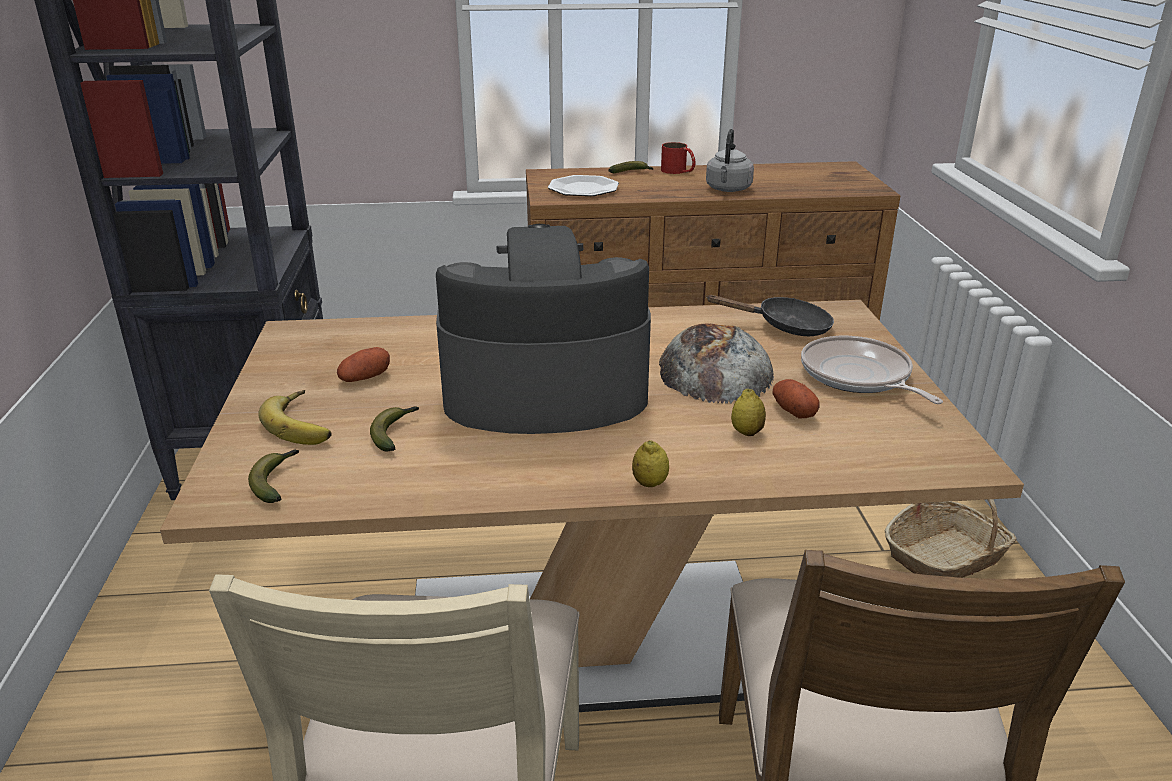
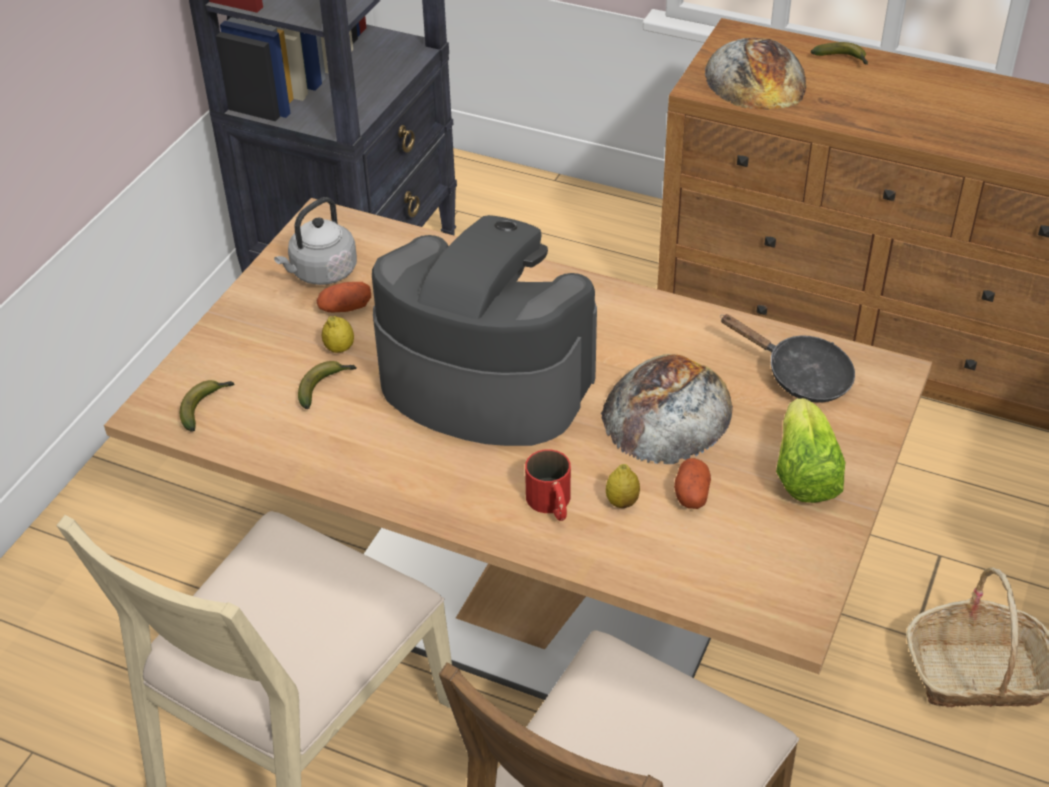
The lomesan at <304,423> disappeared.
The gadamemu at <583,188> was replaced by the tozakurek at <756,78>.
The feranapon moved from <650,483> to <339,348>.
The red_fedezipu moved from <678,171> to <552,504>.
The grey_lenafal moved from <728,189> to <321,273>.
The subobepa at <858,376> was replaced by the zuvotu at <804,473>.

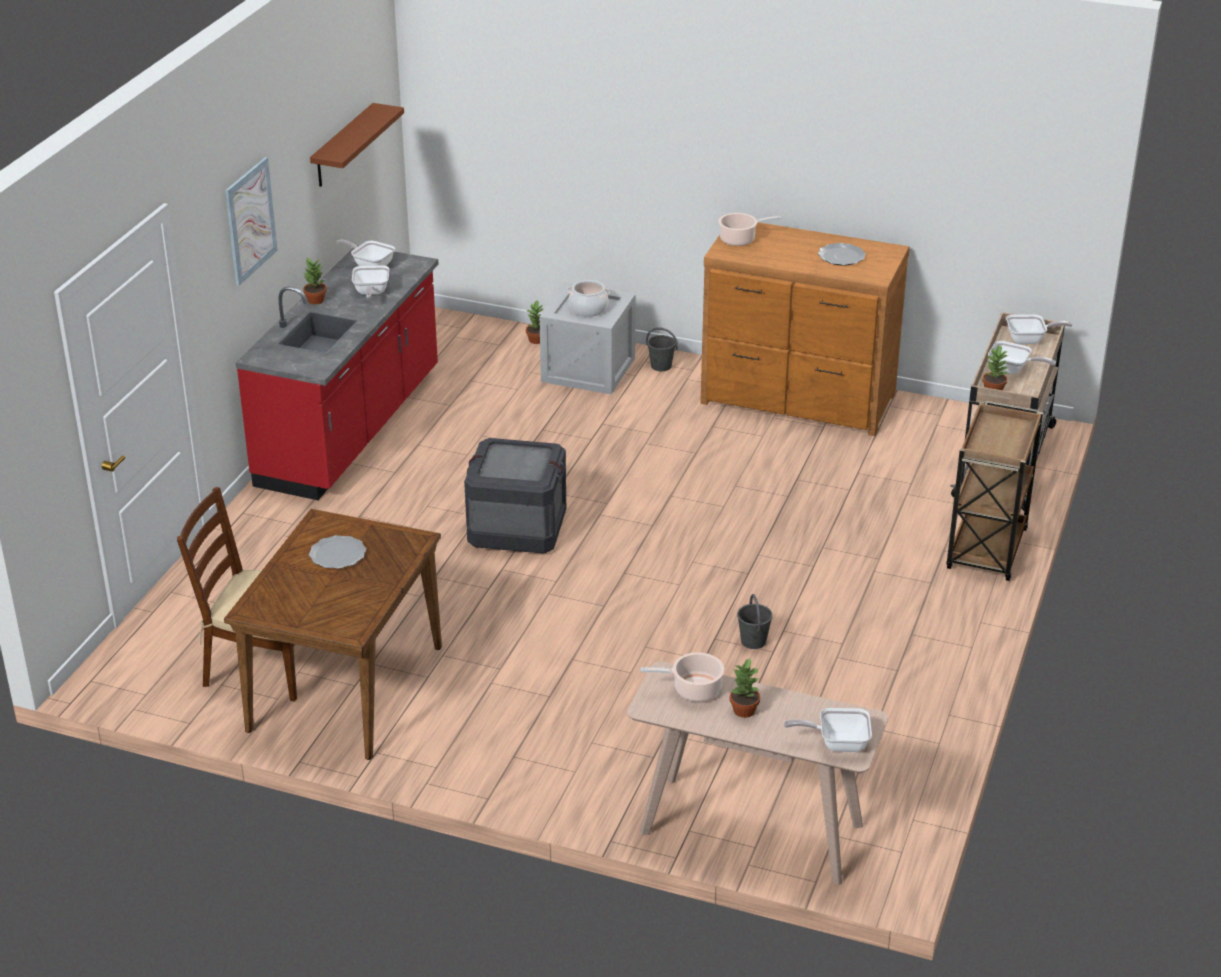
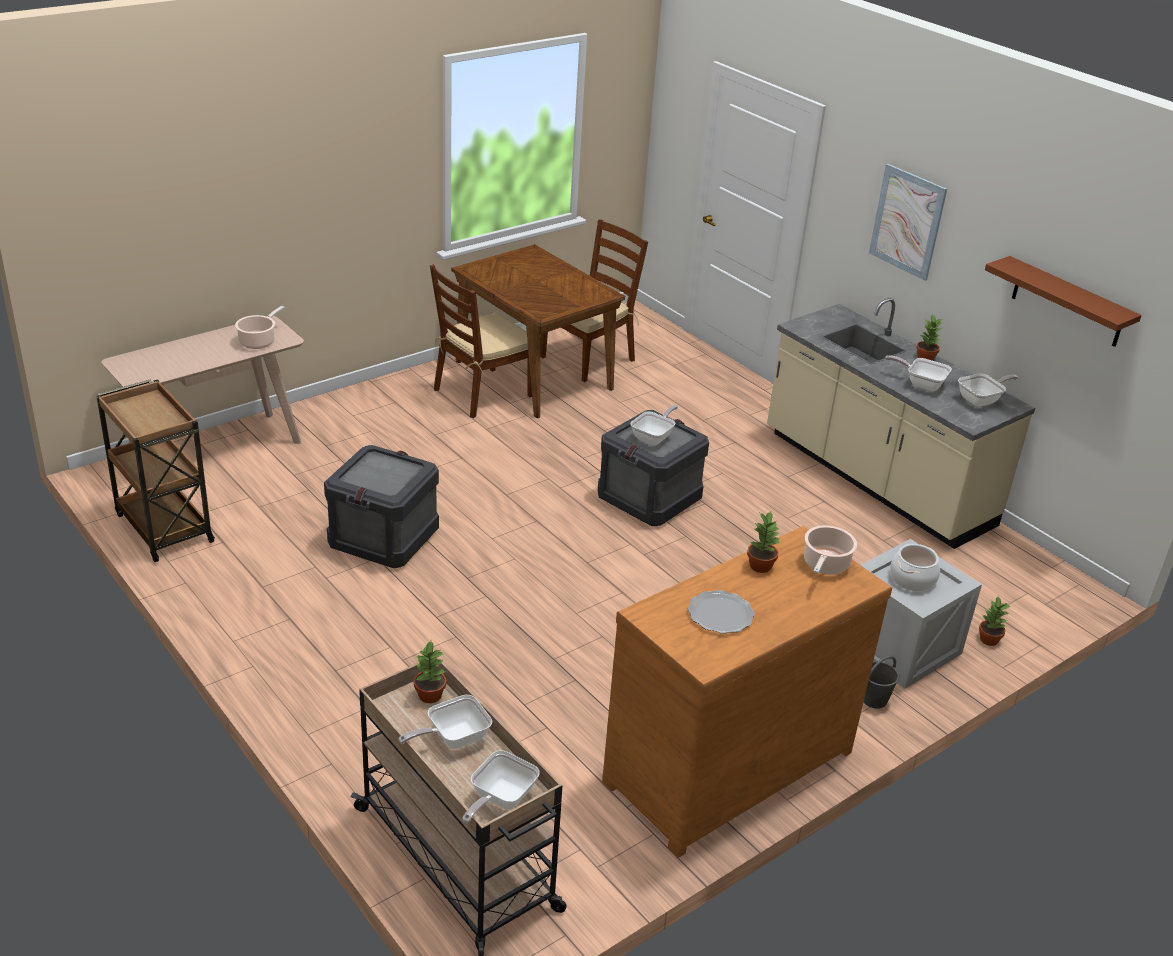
The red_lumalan at <351,429> became the beige_lumalan at <875,480>.
The gadamemu at <338,554> disappeared.
The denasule moved from <743,711> to <760,565>.
The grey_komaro at <753,641> was replaced by the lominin at <382,538>.
The subobepa moved from <837,743> to <654,437>.
The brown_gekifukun moved from <986,551> to <163,527>.
The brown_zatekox at <482,393> appeared.

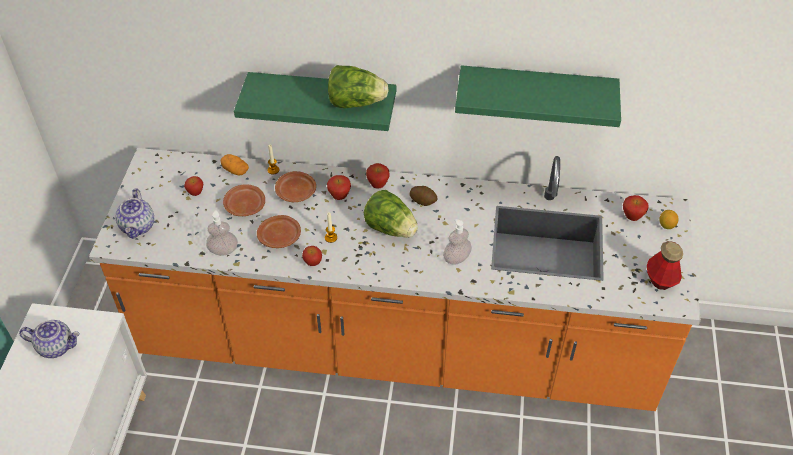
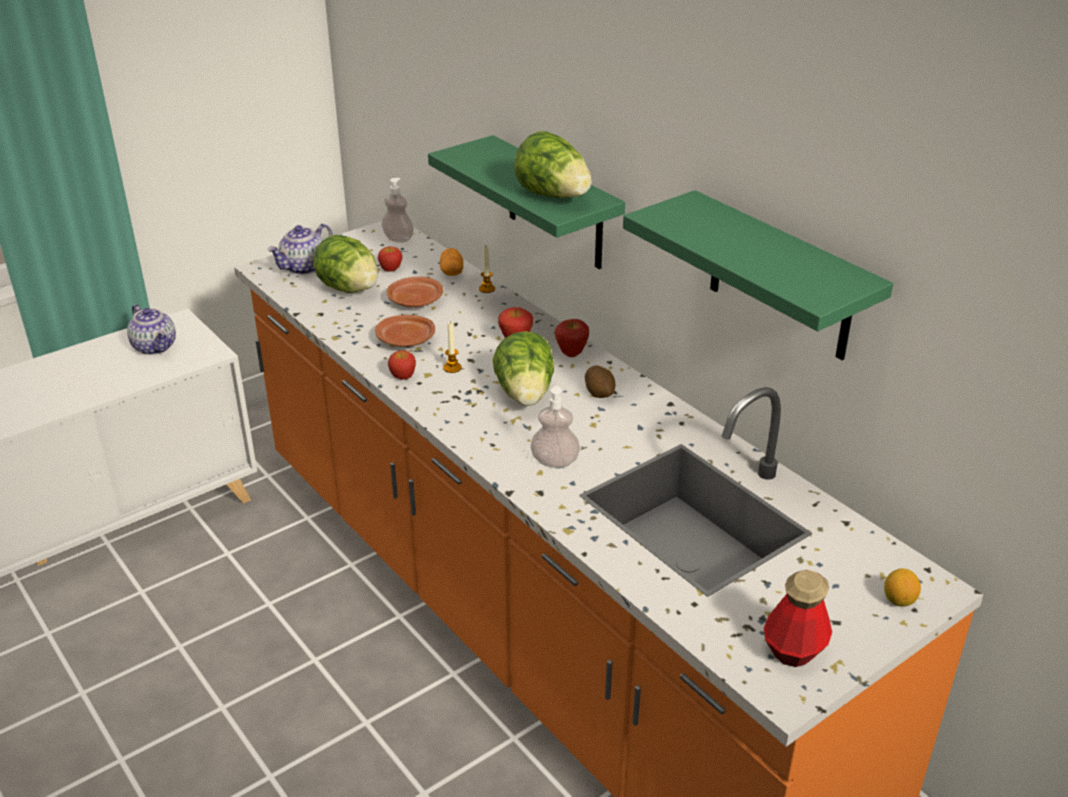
The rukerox moved from <223,250> to <398,239>.
The brown_gadamemu at <296,192> disappeared.
The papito at <632,217> disappeared.
The zuvotu at <349,288> appeared.

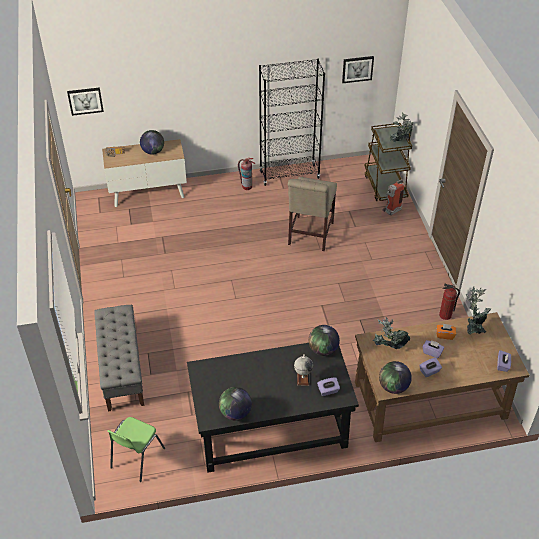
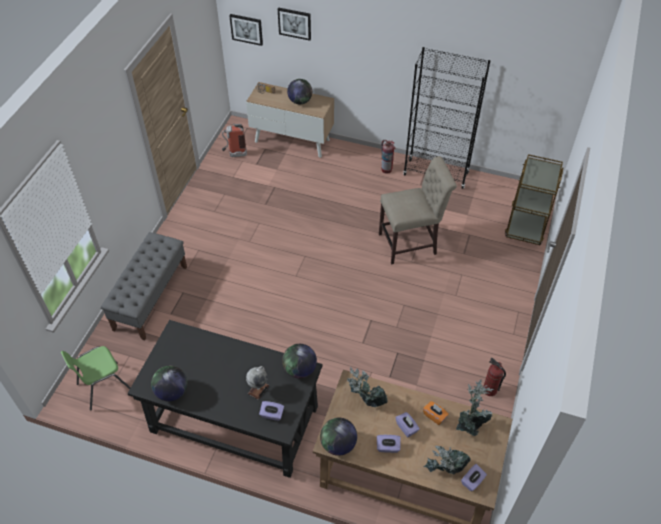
The beige_zatekox at <309,235> turned 150 degrees counterclockwise.
The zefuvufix moved from <357,69> to <294,23>.
The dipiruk moved from <390,212> to <234,154>.
The denasule moved from <400,142> to <444,471>.

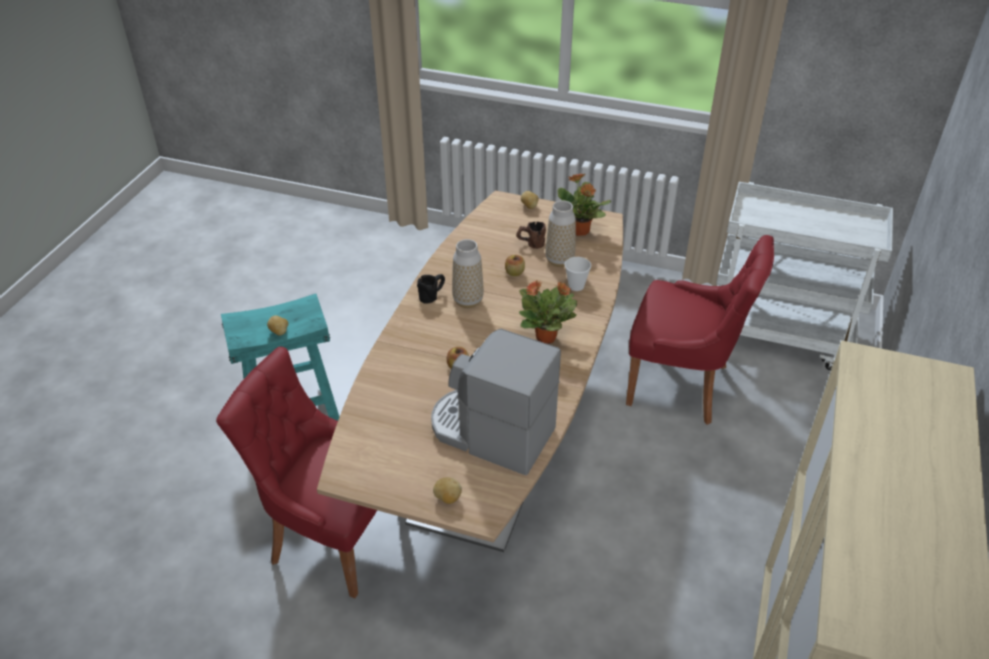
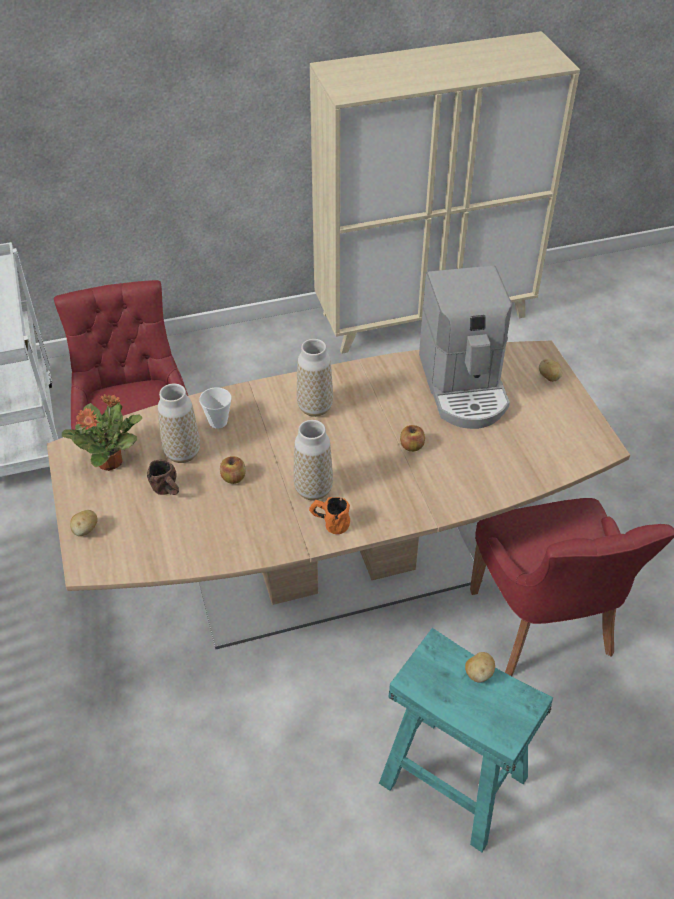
The black_fedezipu at <432,295> became the orange_fedezipu at <329,523>.
The denasule at <547,337> was replaced by the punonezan at <315,407>.

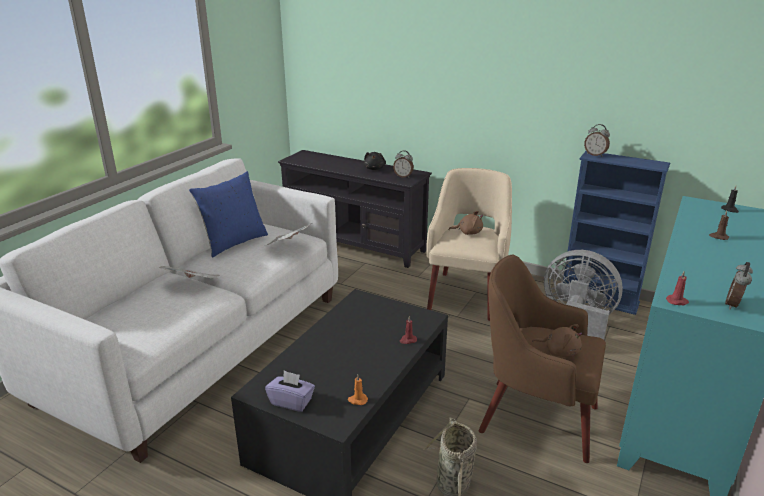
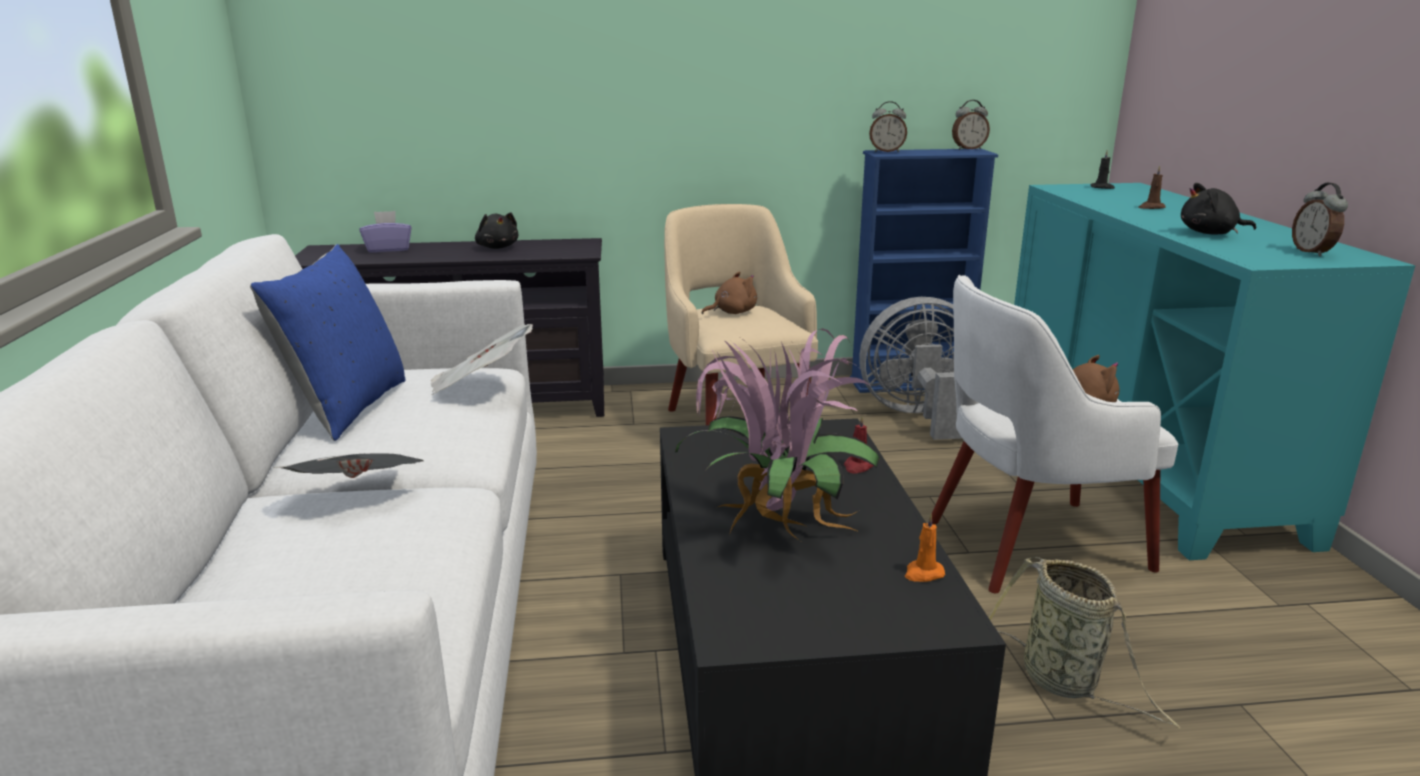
The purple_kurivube moved from <291,401> to <389,249>.
The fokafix moved from <403,176> to <968,149>.
The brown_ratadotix at <534,417> became the white_ratadotix at <1030,545>.
The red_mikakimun at <677,301> disappeared.
The denasule at <774,527> appeared.
The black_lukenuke at <1211,233> appeared.

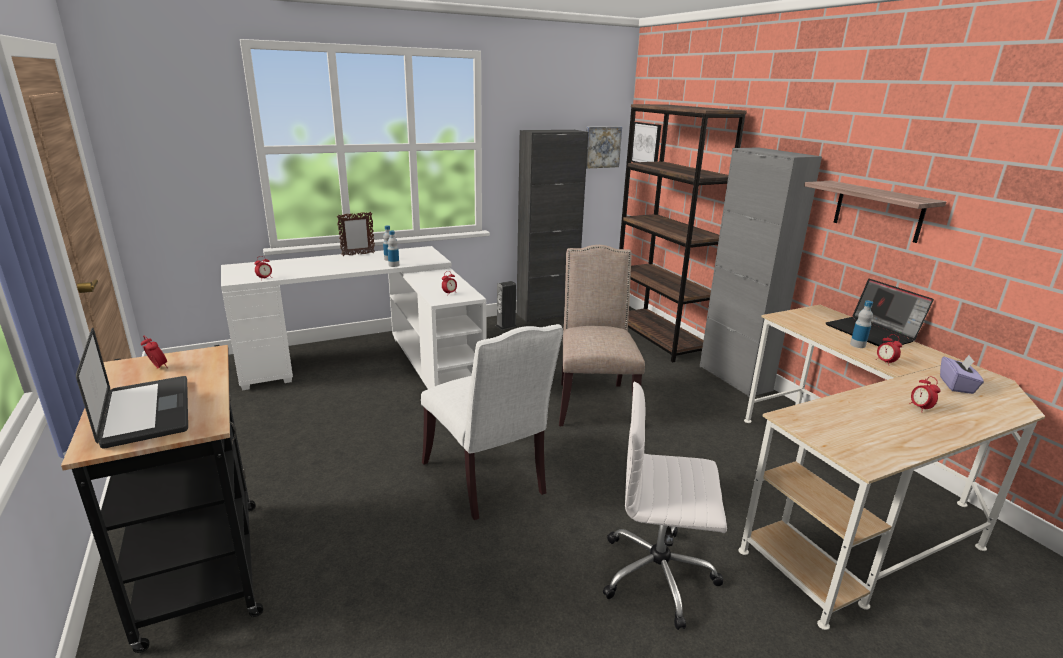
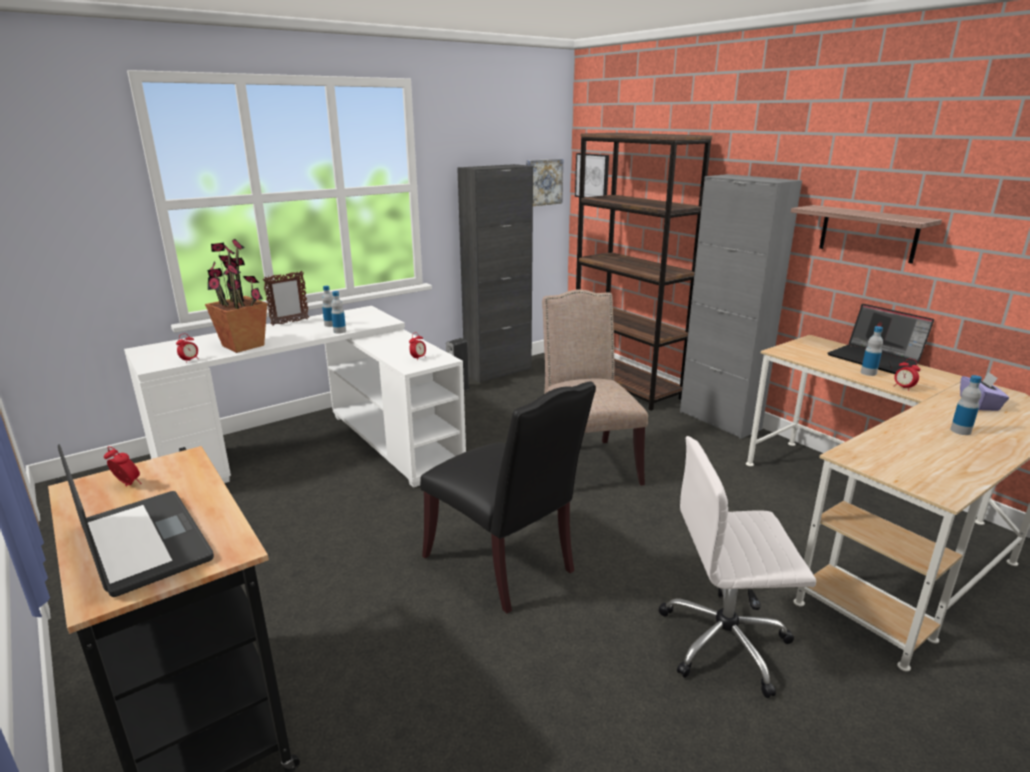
The white_zatekox at <488,479> became the black_zatekox at <505,565>.
The fokafix at <920,408> was replaced by the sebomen at <960,431>.
The denasule at <243,346> appeared.

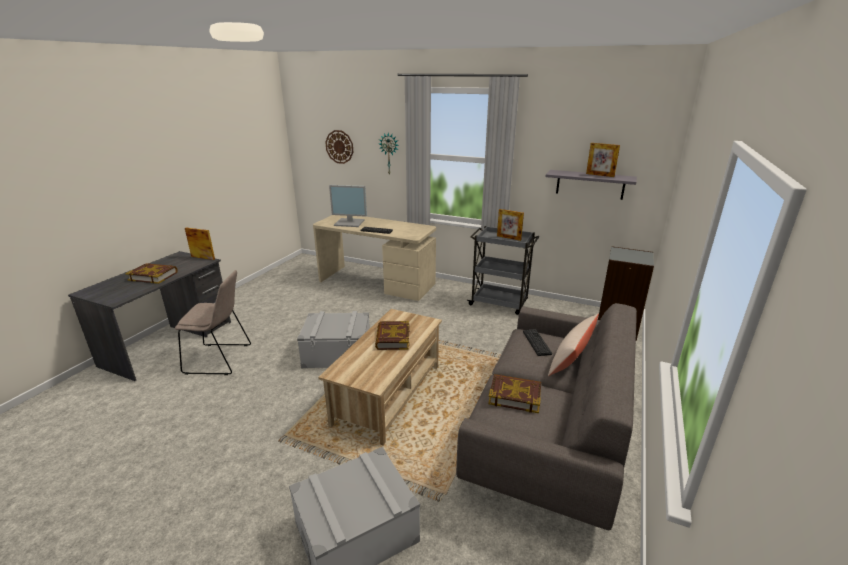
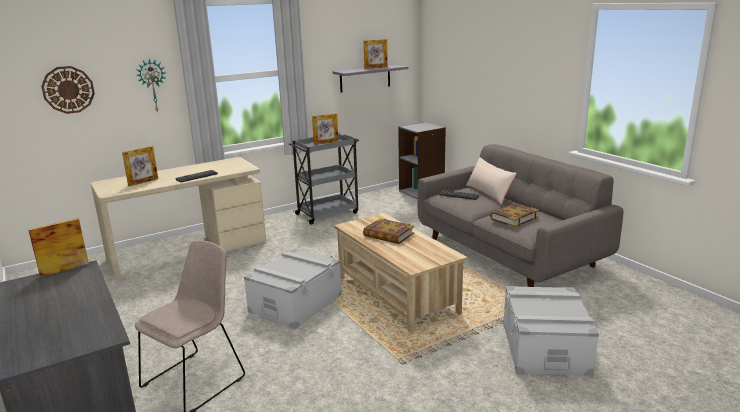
The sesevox at <153,276> disappeared.
The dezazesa at <350,223> was replaced by the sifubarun at <143,182>.

